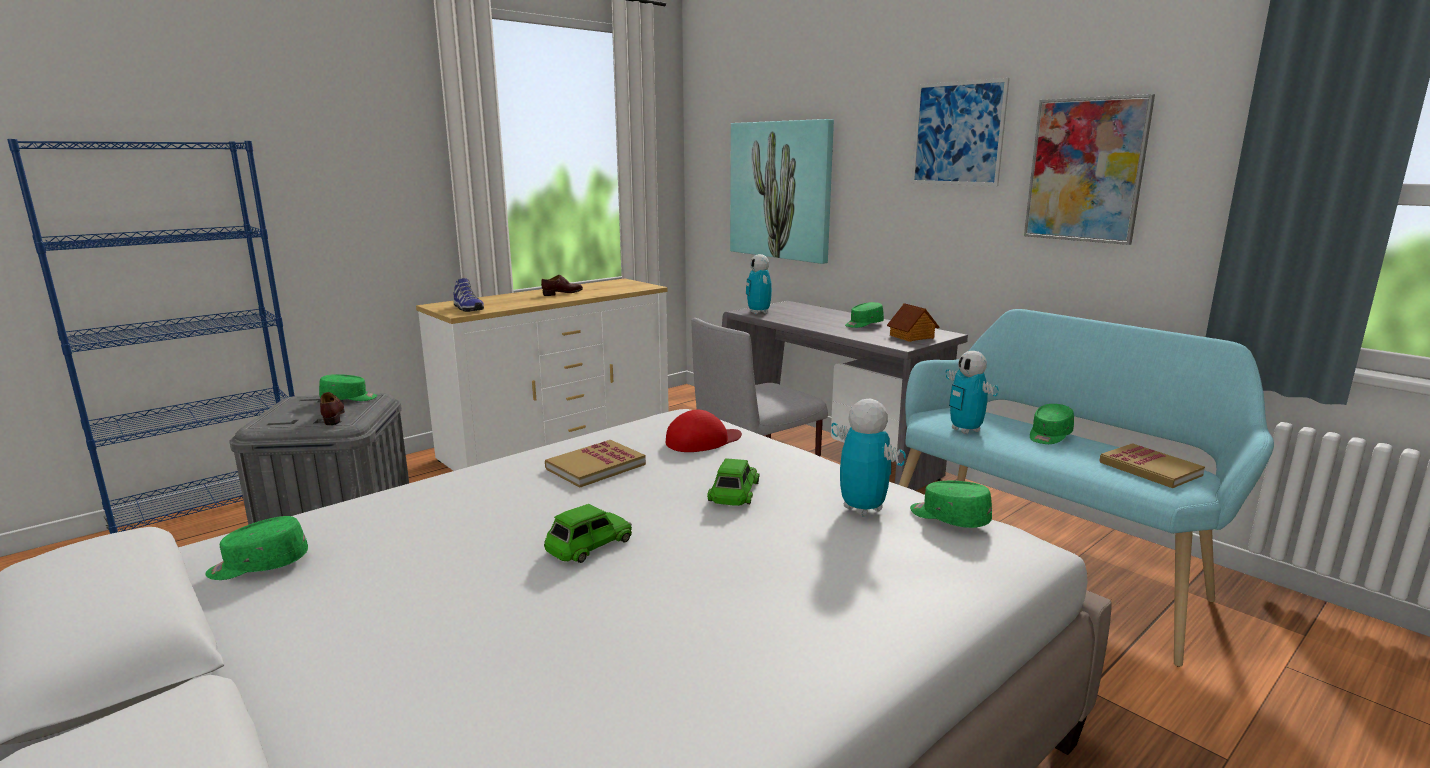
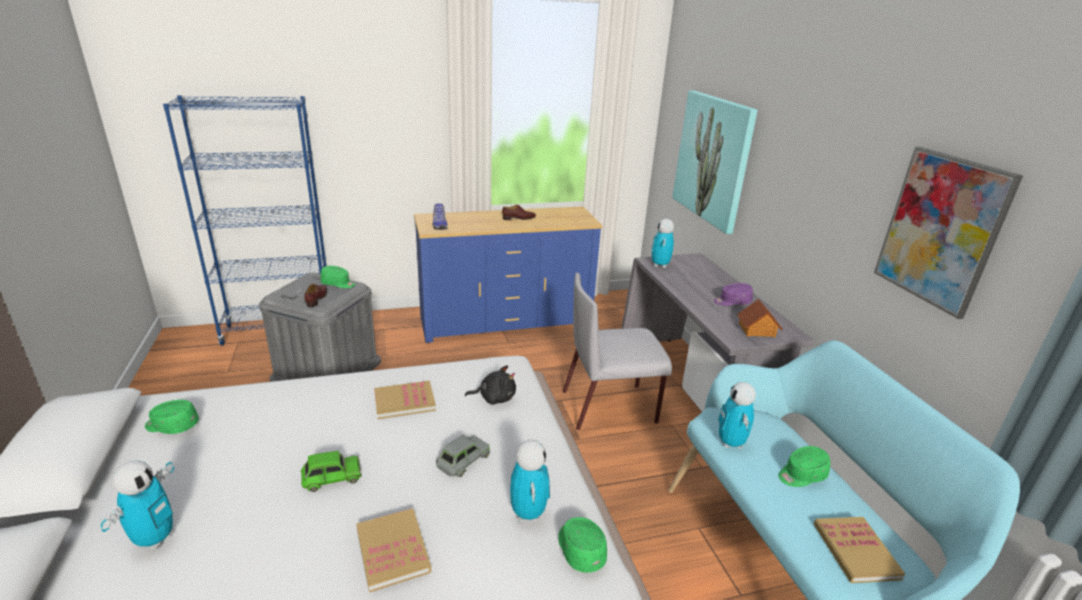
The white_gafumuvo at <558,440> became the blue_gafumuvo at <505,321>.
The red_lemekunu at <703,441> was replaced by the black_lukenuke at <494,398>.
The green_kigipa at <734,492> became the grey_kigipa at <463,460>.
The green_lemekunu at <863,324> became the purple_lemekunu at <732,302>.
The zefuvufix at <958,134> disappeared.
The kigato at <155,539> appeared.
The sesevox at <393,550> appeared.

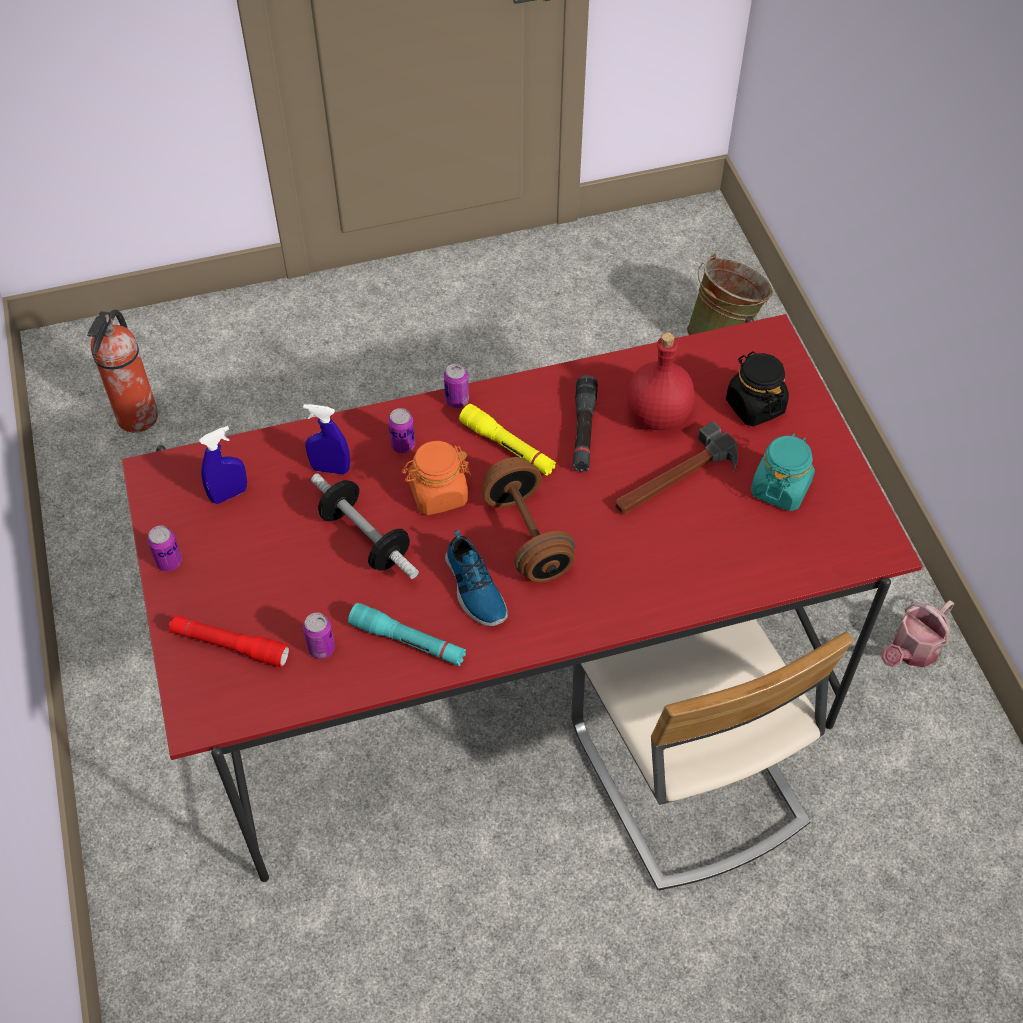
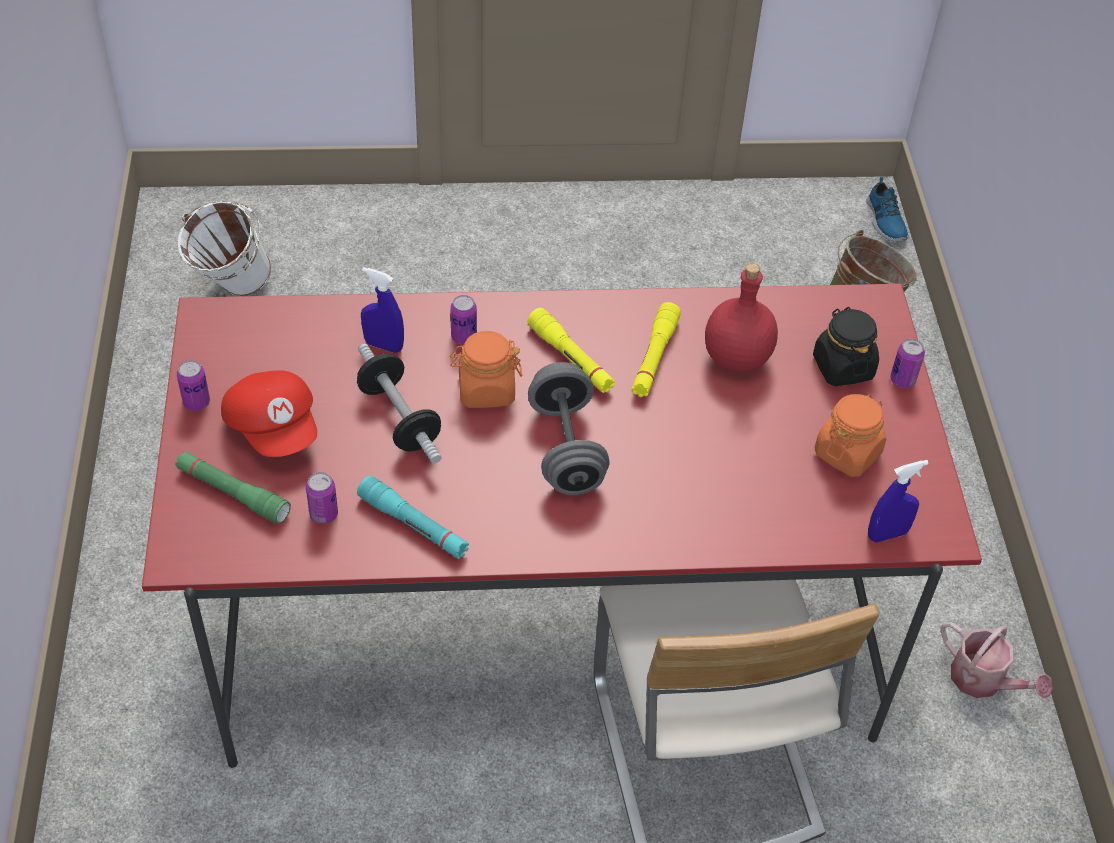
The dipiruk at <136,418> was replaced by the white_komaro at <231,290>.
The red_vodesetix at <230,645> became the green_vodesetix at <233,493>.
The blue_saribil moved from <229,494> to <887,534>.
The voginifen moved from <457,400> to <902,380>.
The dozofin moved from <474,589> to <884,221>.
The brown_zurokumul at <527,536> became the grey_zurokumul at <566,448>.
The black_vodesetix at <583,430> became the yellow_vodesetix at <654,357>.
The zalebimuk at <675,479> disappeared.
The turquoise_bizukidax at <780,488> became the orange_bizukidax at <847,453>.
The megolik at <911,651> turned 105 degrees counterclockwise.
The red_lemekunu at <275,428> appeared.

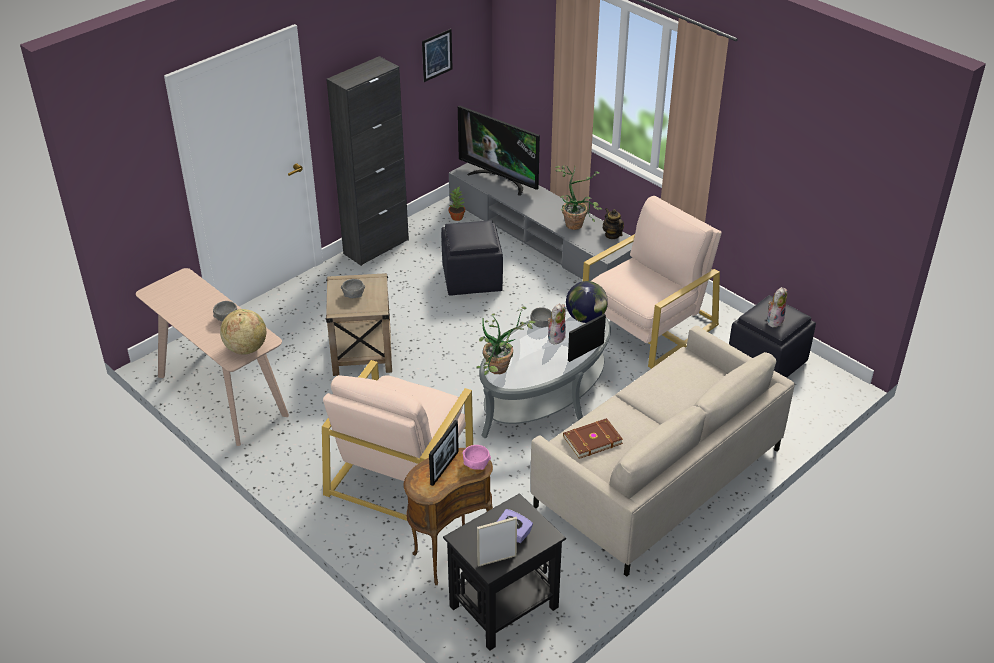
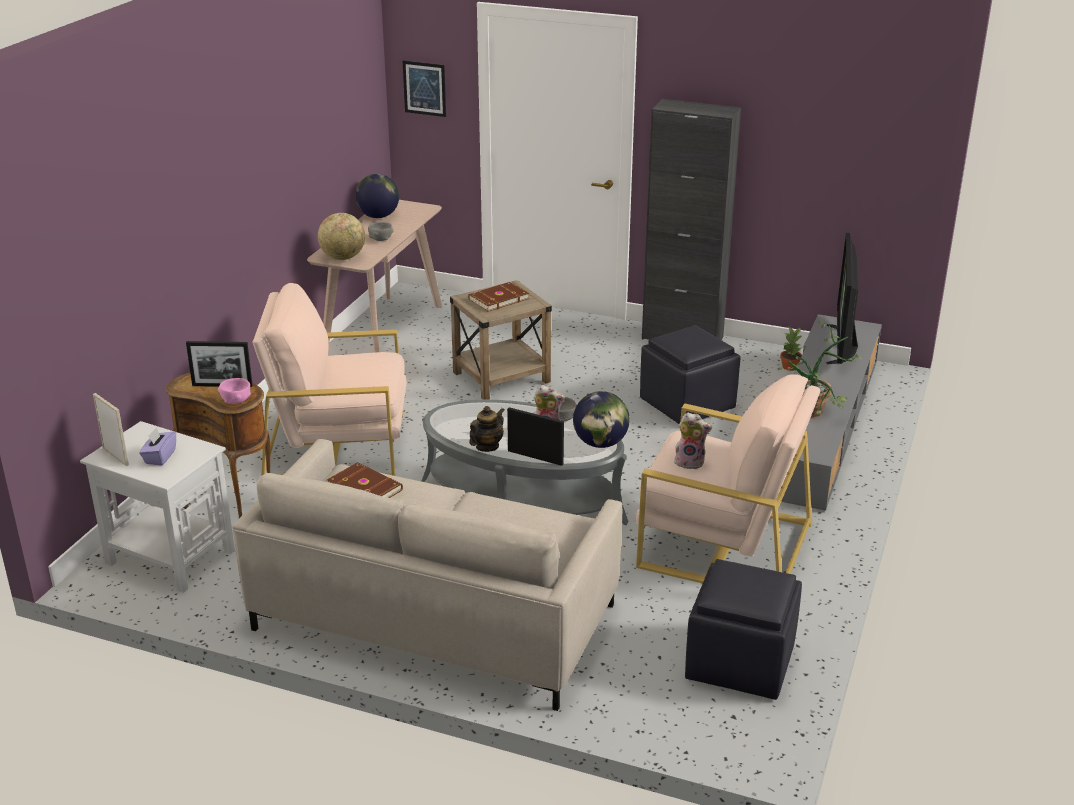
The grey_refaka at <353,295> was replaced by the brown_sesevox at <497,299>.
The zefuvufix moved from <437,55> to <424,88>.
The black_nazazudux at <503,607> became the white_nazazudux at <169,556>.
The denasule at <500,371> disappeared.
The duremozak moved from <612,235> to <487,446>.
The lukenuke moved from <774,320> to <690,462>.
The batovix at <378,216> appeared.

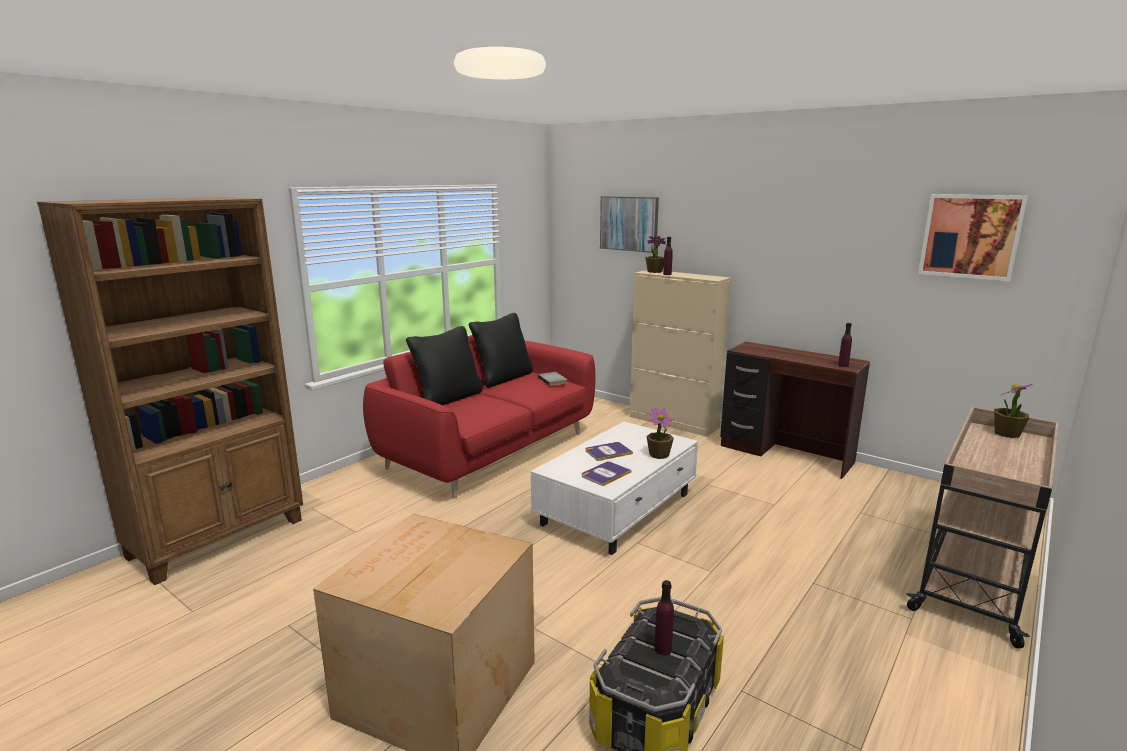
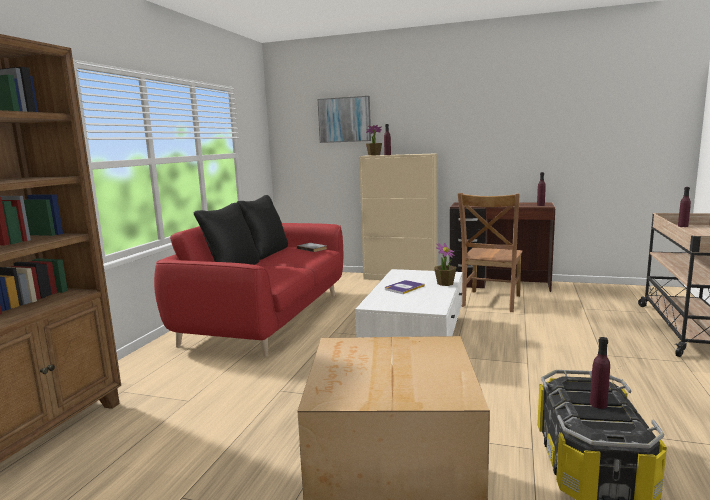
The sesevox at <605,474> disappeared.
The zefuvufix at <970,236> disappeared.
The denasule at <1006,434> was replaced by the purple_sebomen at <683,226>.
The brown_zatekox at <490,302> appeared.

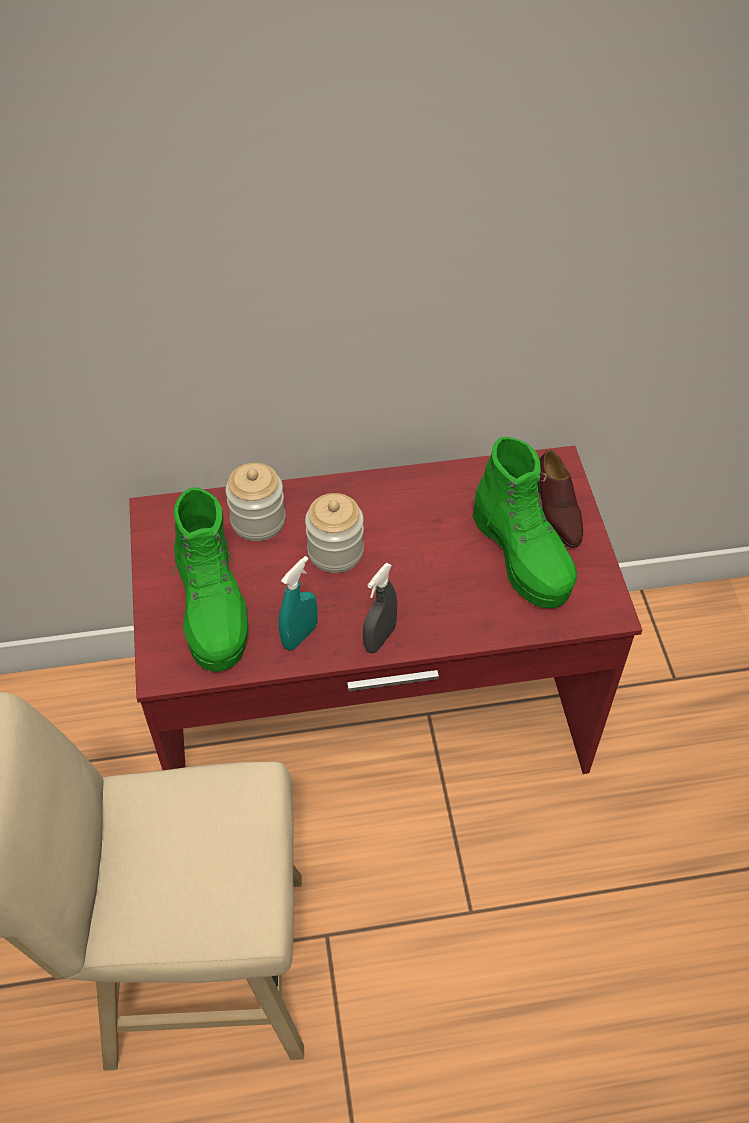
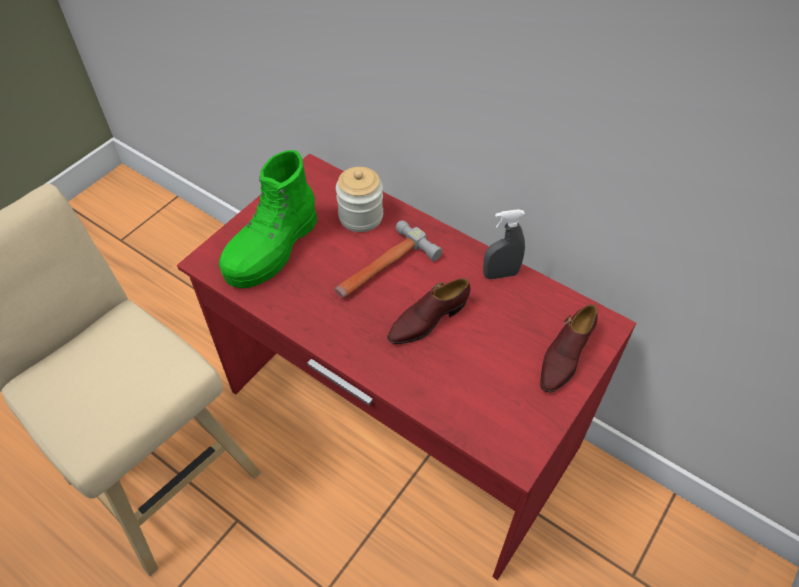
The turquoise_saribil at <300,636> disappeared.
The bizukidax at <335,551> was replaced by the zalebimuk at <382,269>.
The grey_saribil moved from <380,639> to <500,274>.
The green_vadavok at <522,555> disappeared.
The brown_dozofin at <427,320> appeared.

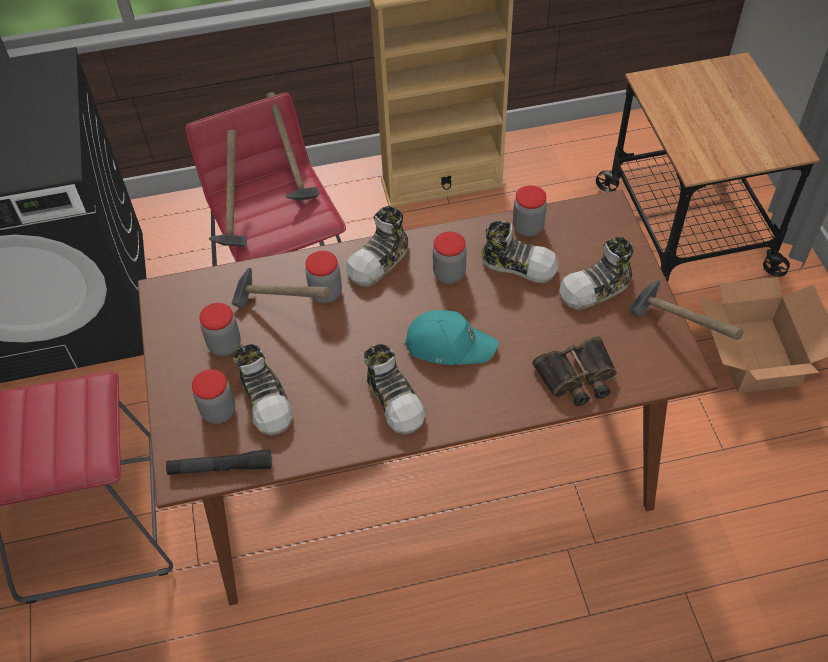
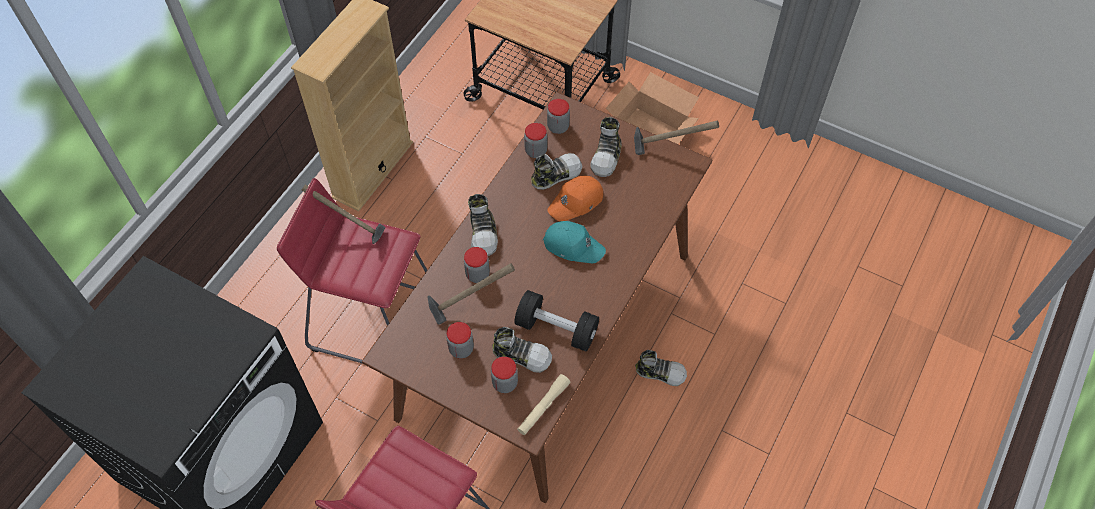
The black_vodesetix at <220,468> became the beige_vodesetix at <543,407>.
The zalebimuk at <235,217> disappeared.
The dozofin moved from <395,400> to <660,372>.
The turquoise_lemekunu at <449,344> turned 60 degrees clockwise.
The bizukidax moved from <449,274> to <558,127>.
The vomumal at <577,377> disappeared.
The black_zurokumul at <556,329> appeared.
The orange_lemekunu at <576,202> appeared.

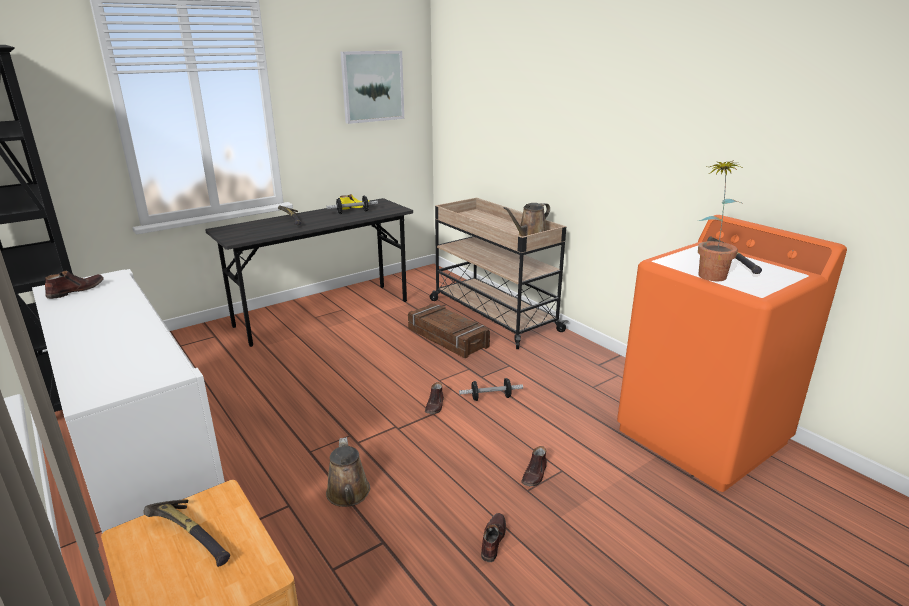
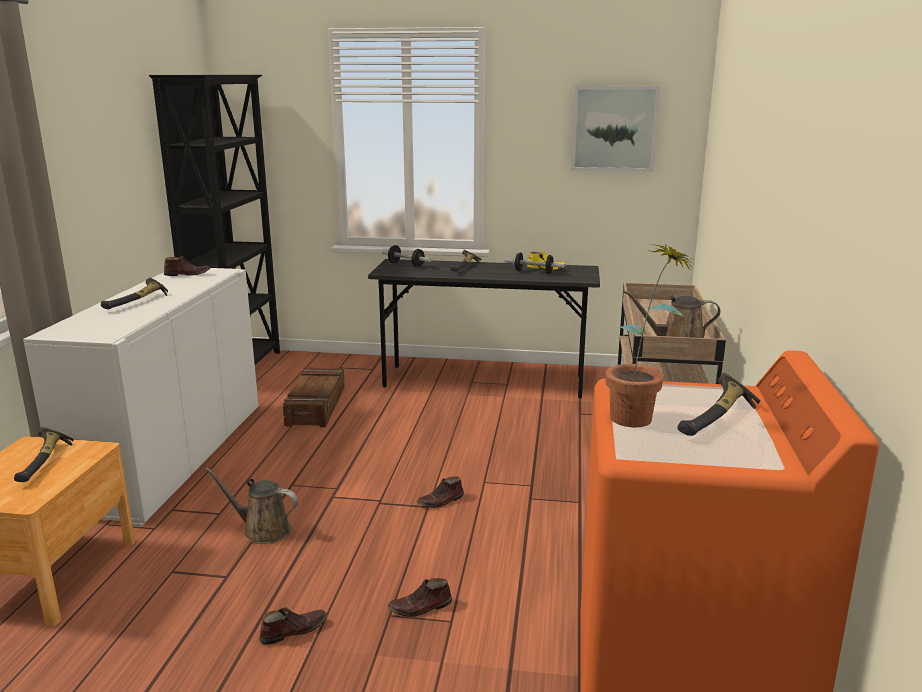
The brown_megolik at <348,494> turned 75 degrees clockwise.
The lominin moved from <447,338> to <315,406>.
The zurokumul moved from <491,397> to <406,265>.
The zalebimuk at <138,302> appeared.

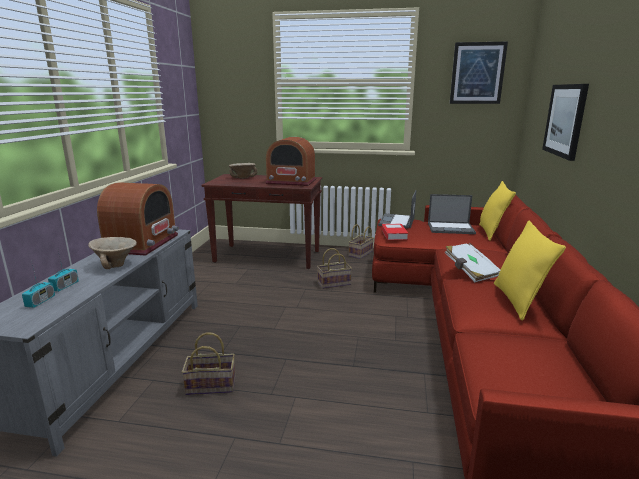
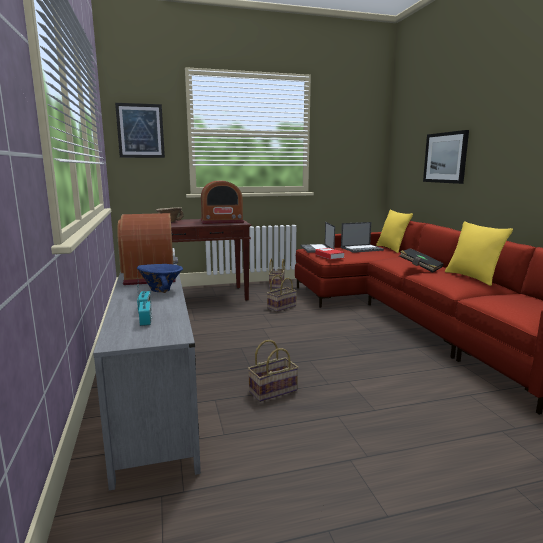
The beige_refaka at <117,265> became the blue_refaka at <162,290>.
The white_sesevox at <470,271> became the black_sesevox at <420,268>.
The zefuvufix moved from <477,73> to <140,131>.

